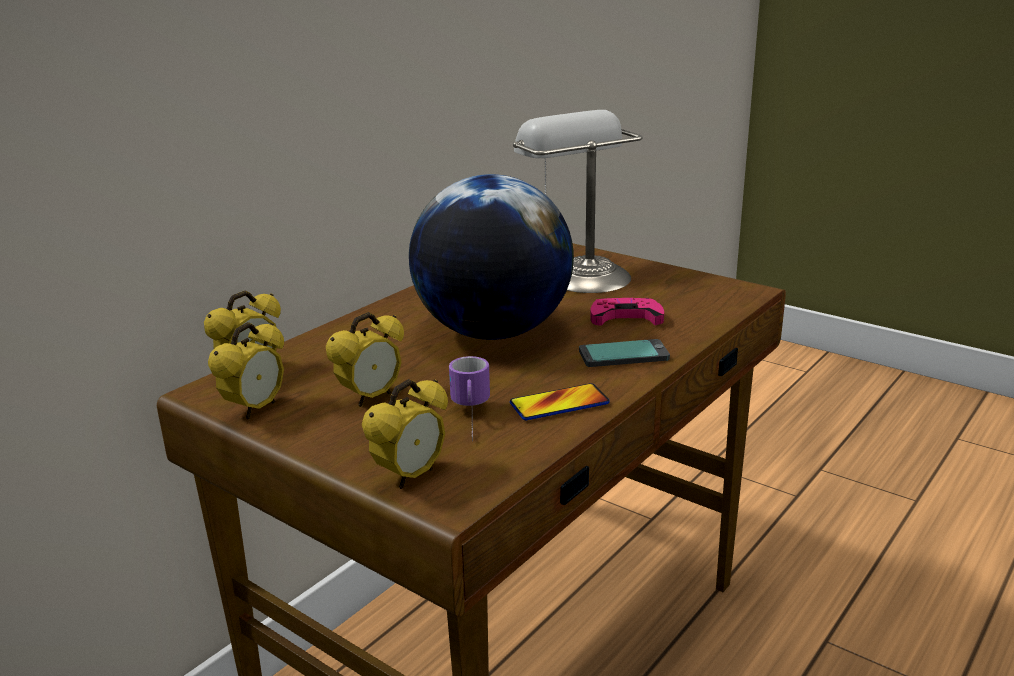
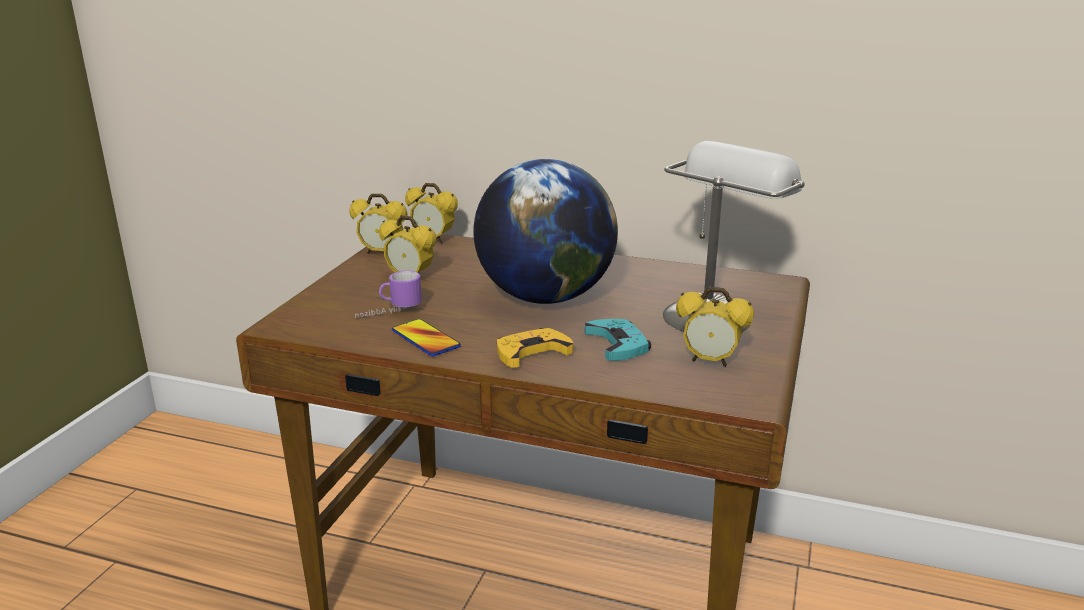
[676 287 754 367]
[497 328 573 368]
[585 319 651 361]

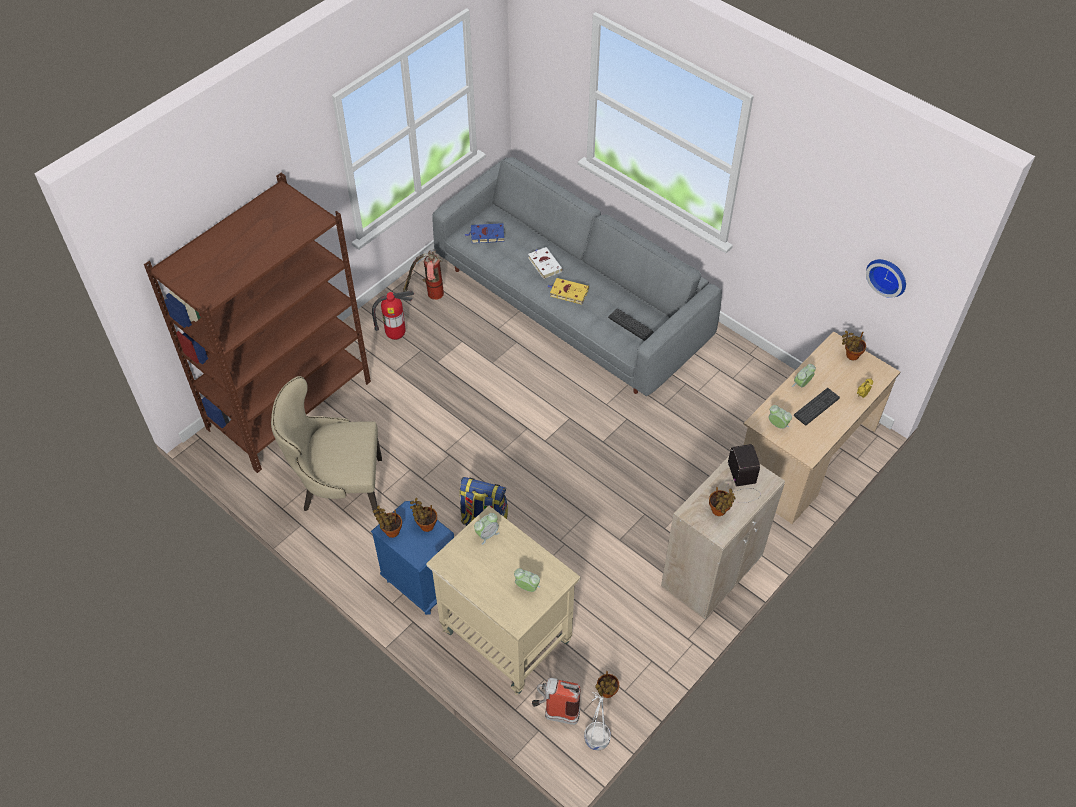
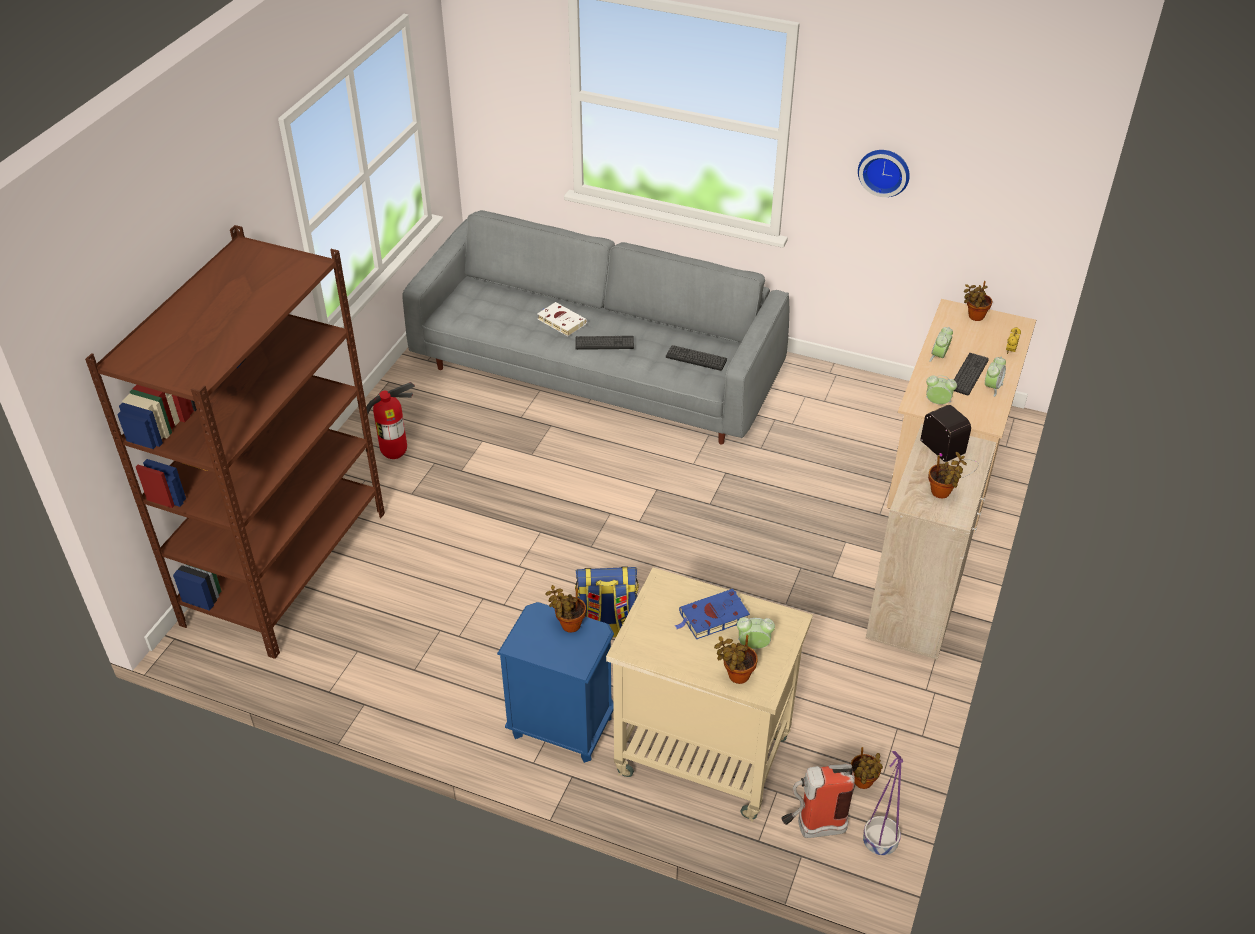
[271 376 382 515] (first image)
[403 249 444 300] (first image)
[714 634 758 684]
[675 589 750 639]
[985 357 1006 397]
[858 150 910 197]
[575 336 634 350]
[863 751 903 855]

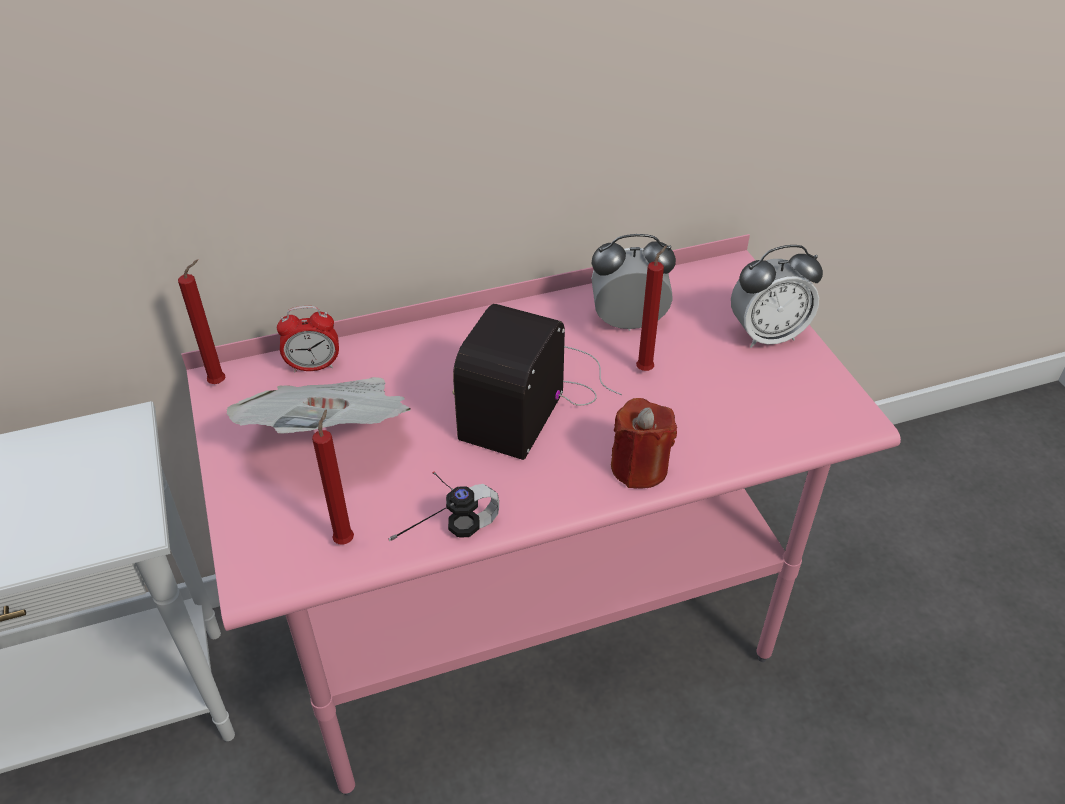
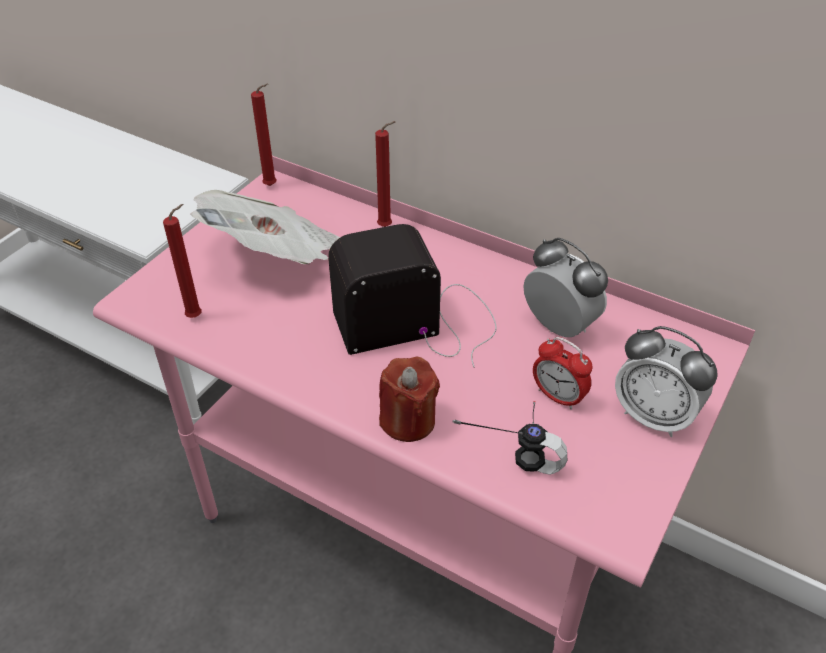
[533 337 592 410]
[453 401 567 475]
[375 121 396 227]

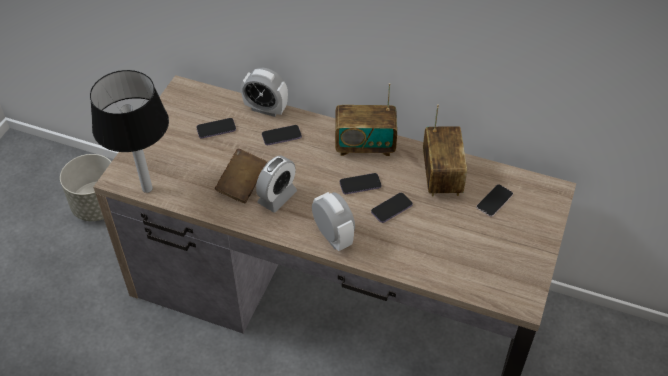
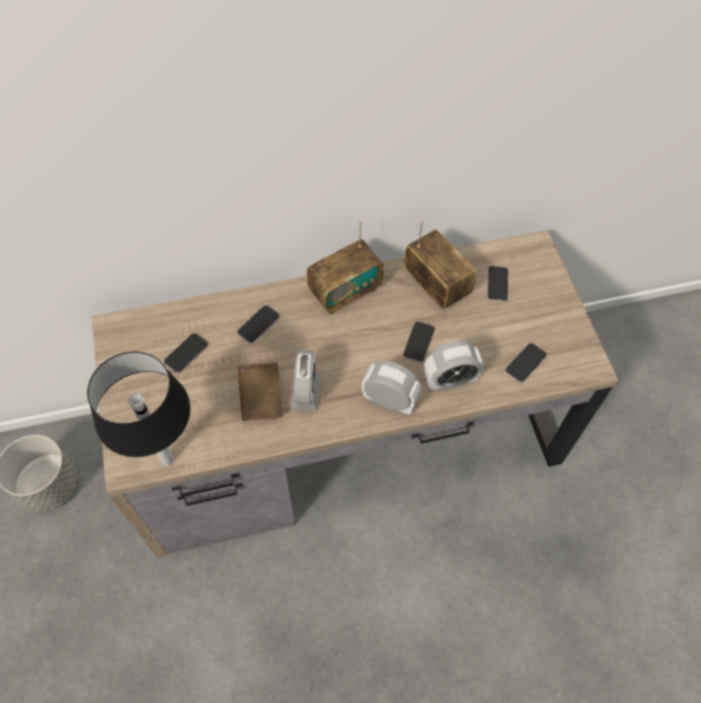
[424 341 484 391]
[505 343 547 382]

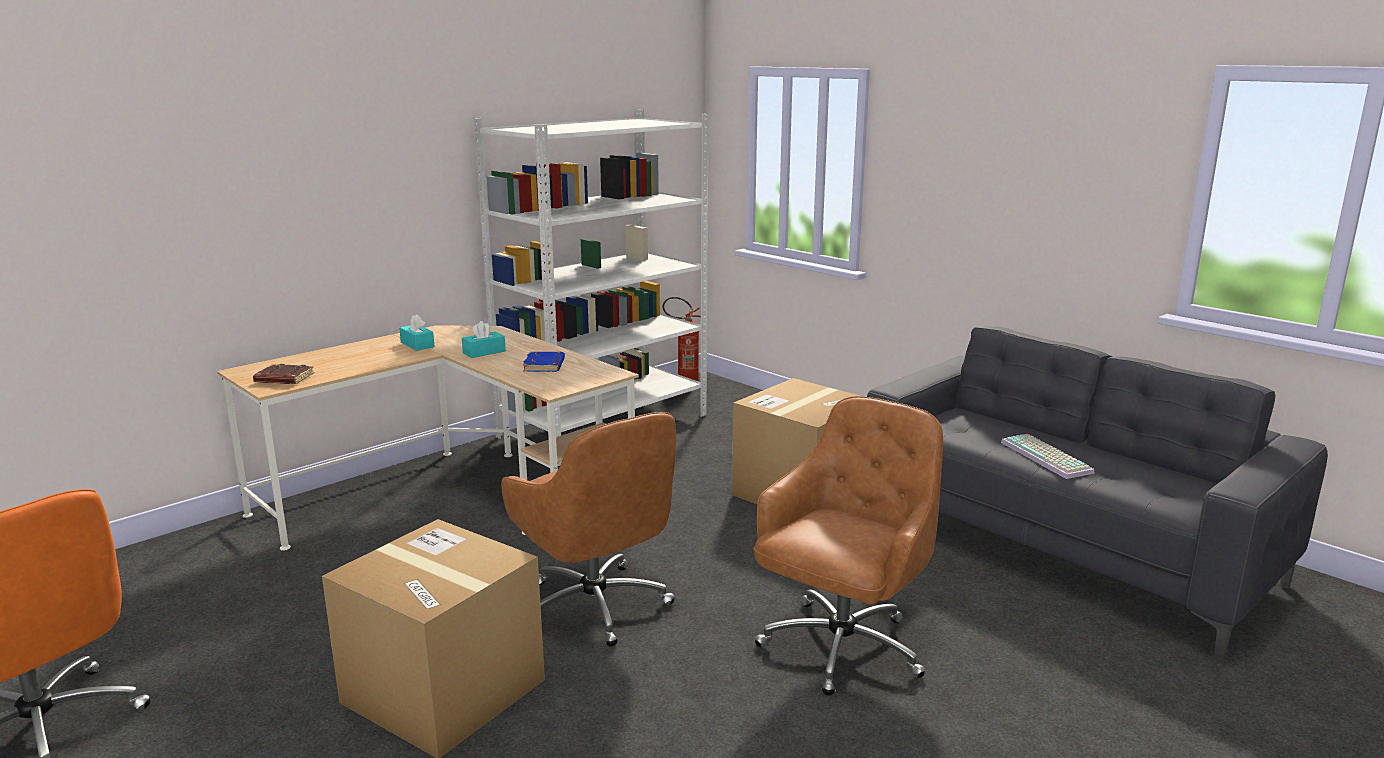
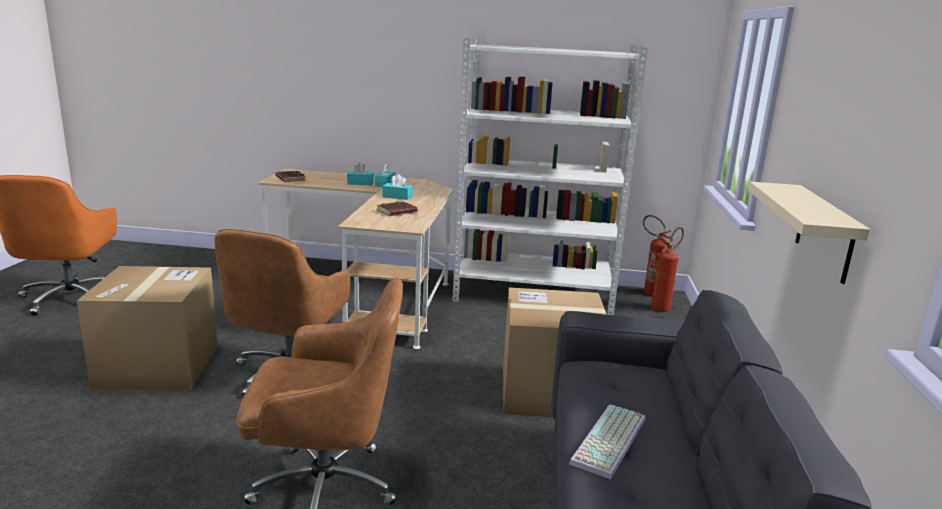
[347 162 374 185]
[651 227 684 312]
[748 182 870 284]
[377 201 417 216]

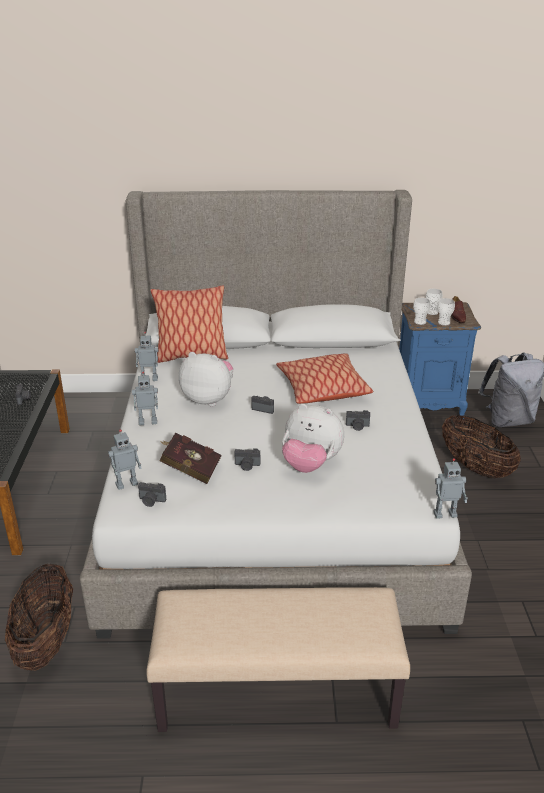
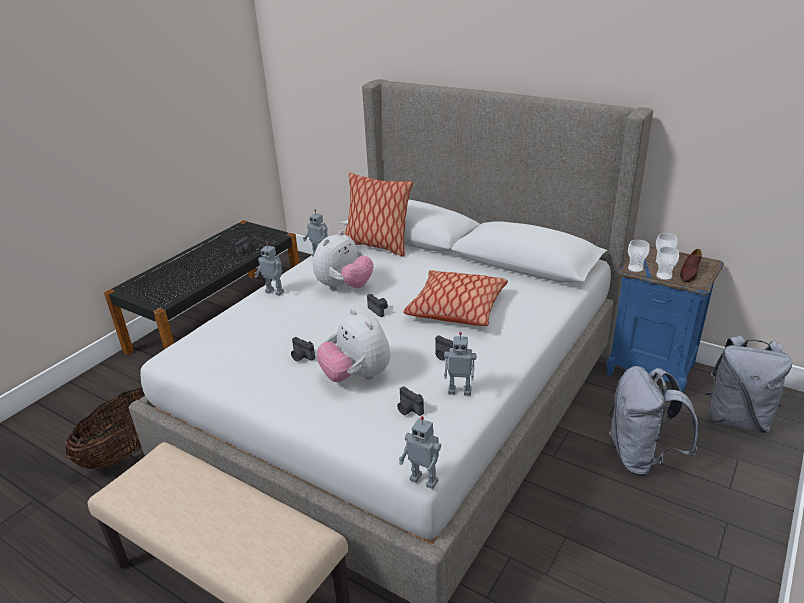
[159 432 222 484] (first image)
[444 332 476 396]
[397 387 424 416]
[609 366 699 476]
[313 230 373 290]

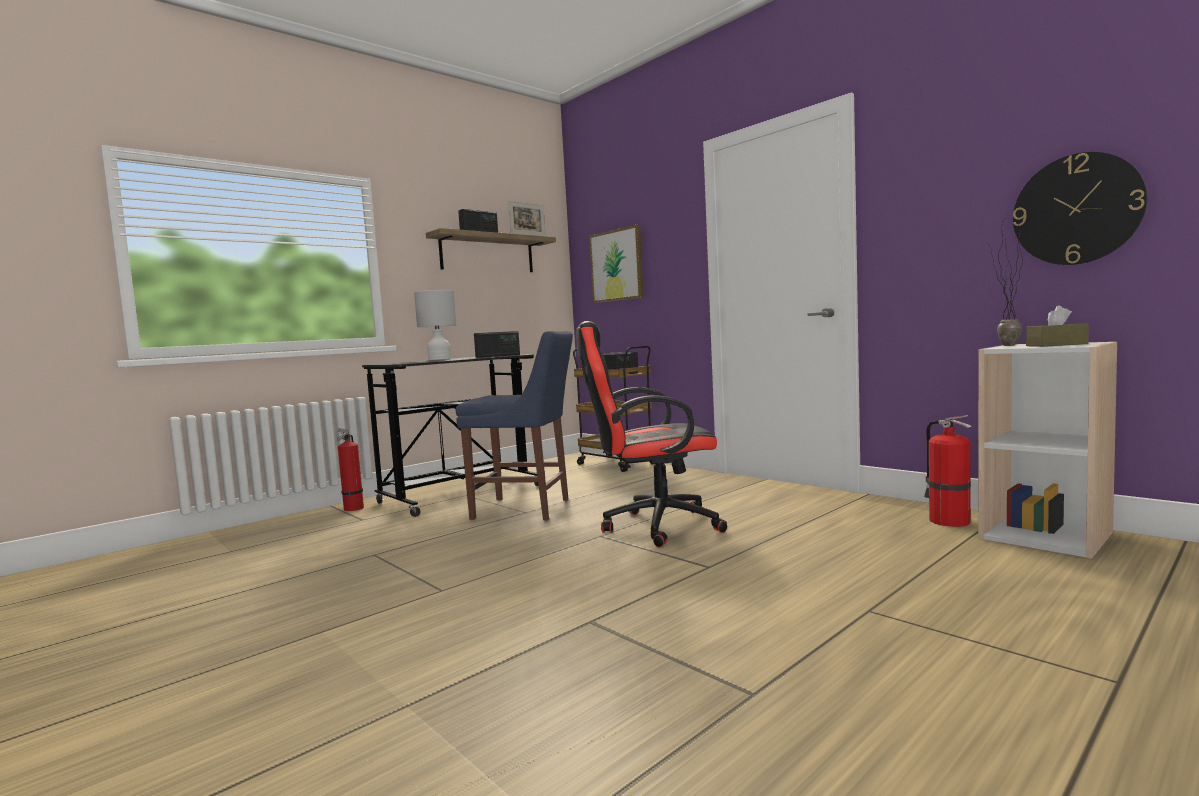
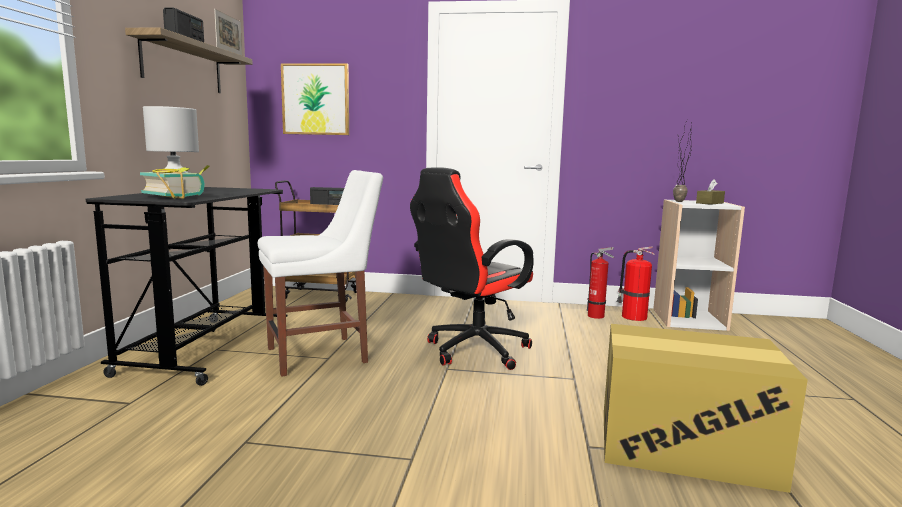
[474 331 520 358] (first image)
[1013 152 1147 265] (first image)
[140 165 210 199]
[604 324 808 493]
[587 247 614 319]
[258 170 383 377]

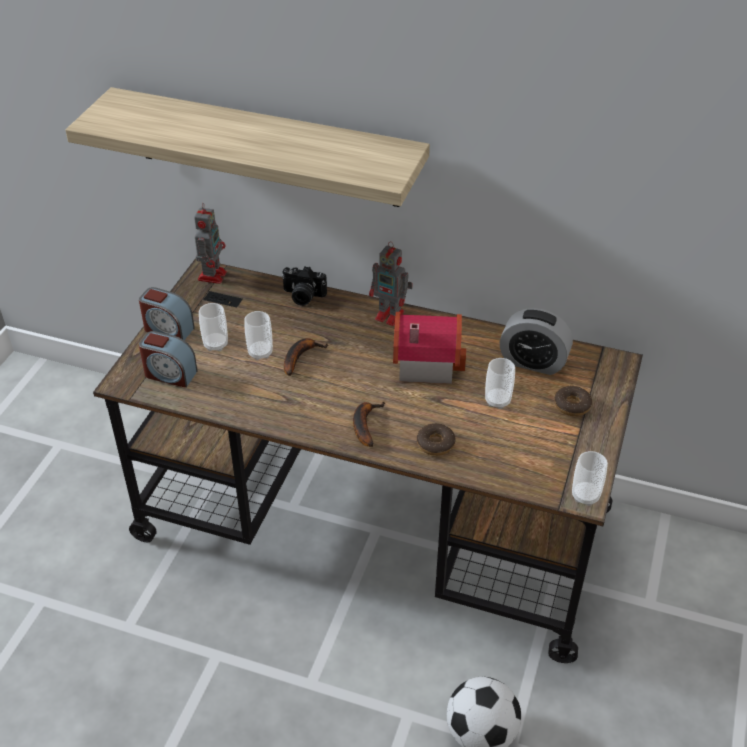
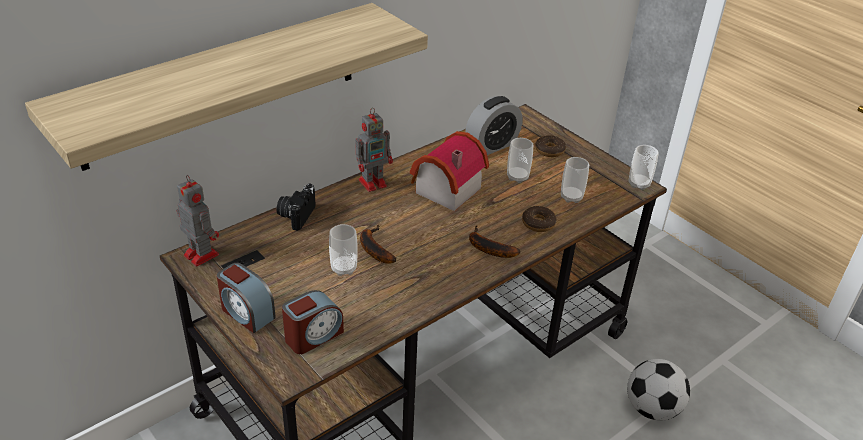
[561 157 589 203]
[217 263 276 333]
[277 184 316 231]

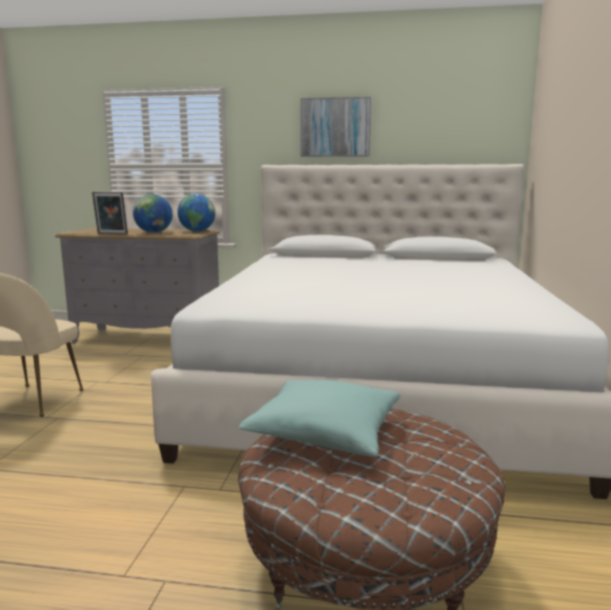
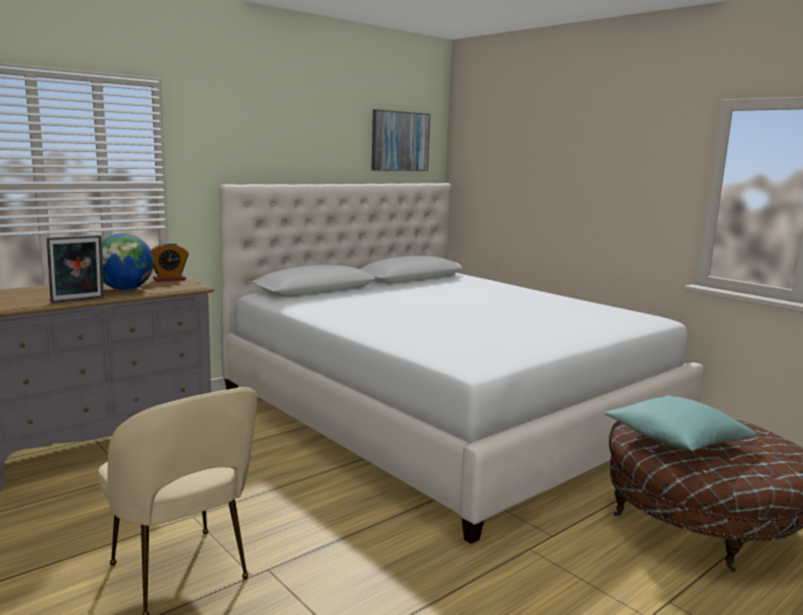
[372 109 430 171]
[151 242 189 282]

